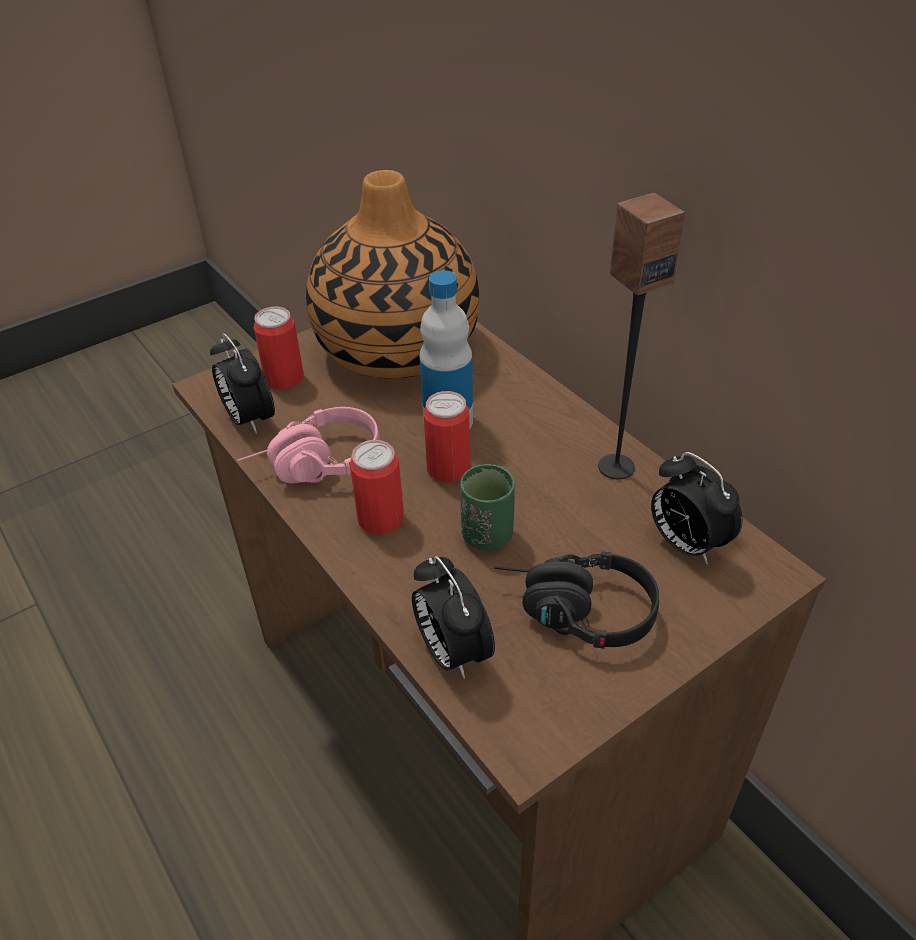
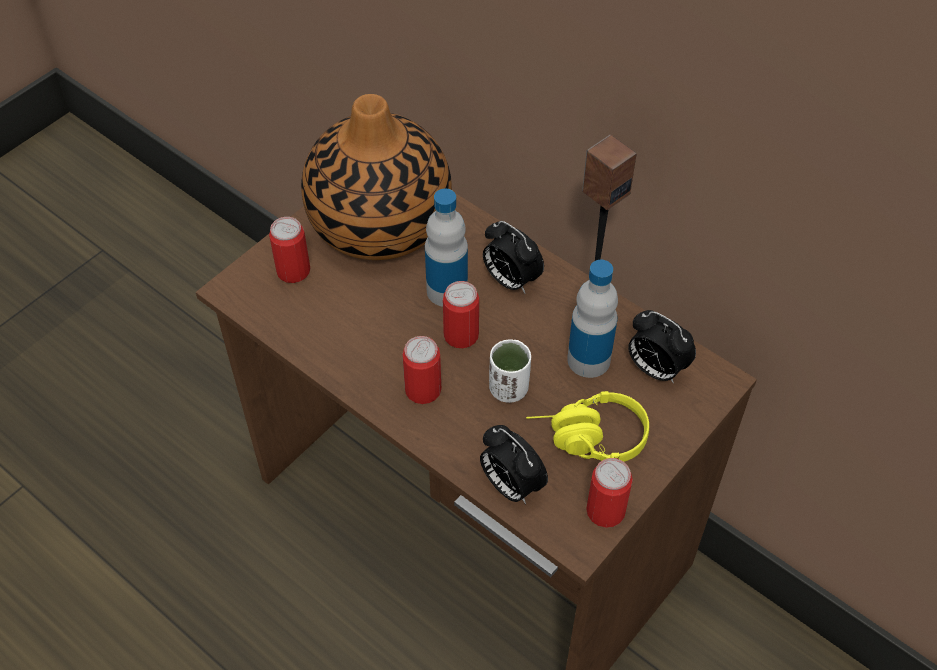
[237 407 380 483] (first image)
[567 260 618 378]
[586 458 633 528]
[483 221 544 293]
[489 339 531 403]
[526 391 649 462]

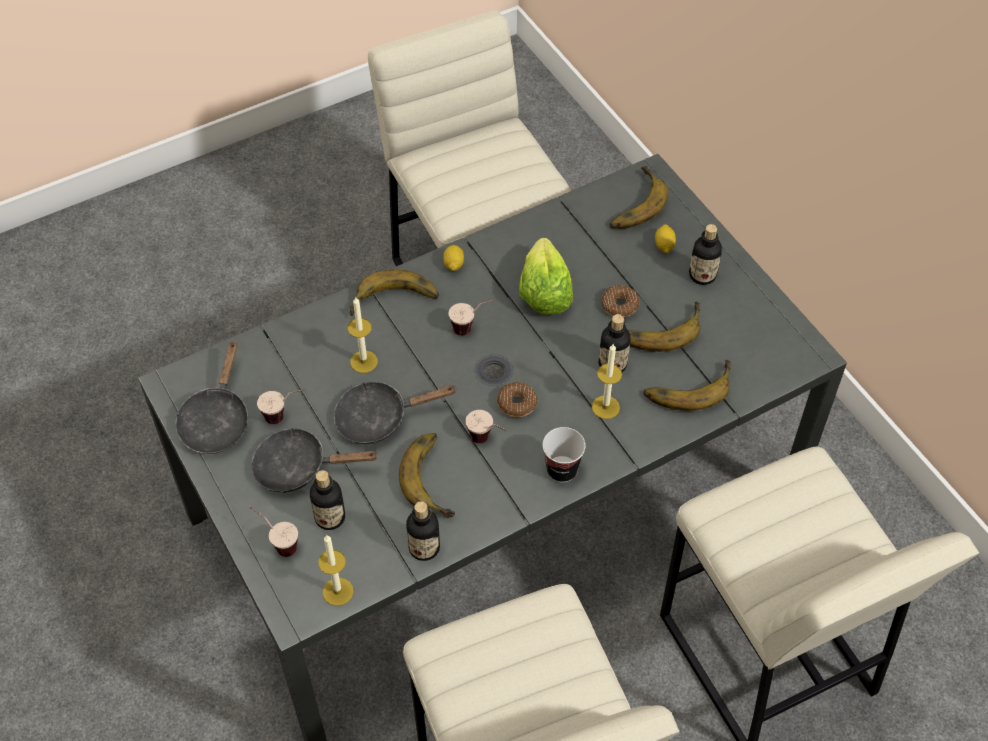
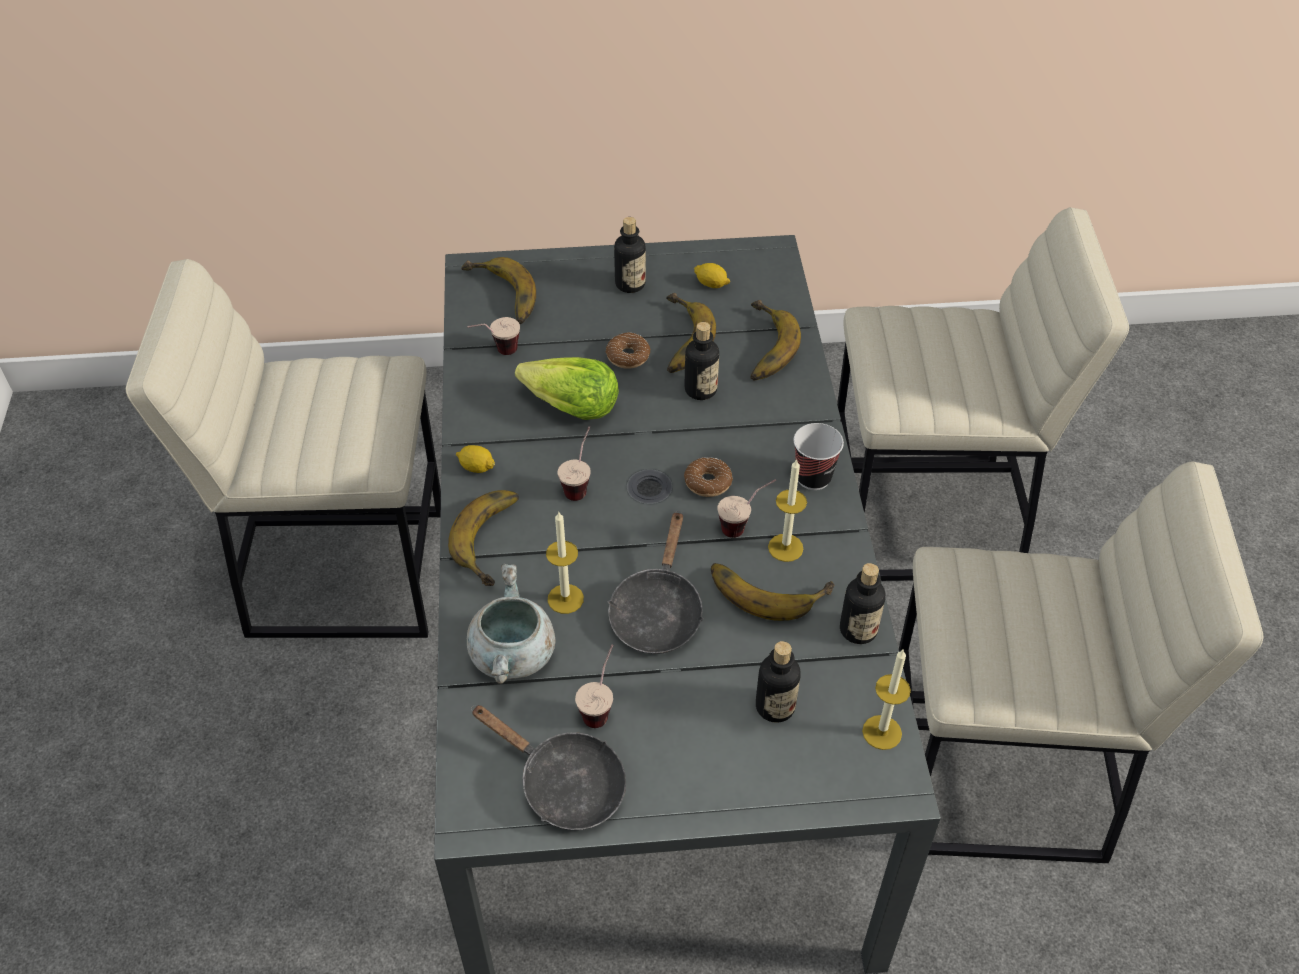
[251 427 379 493] (first image)
[467 564 556 684]
[467 317 520 355]
[768 459 807 562]
[694 263 730 288]

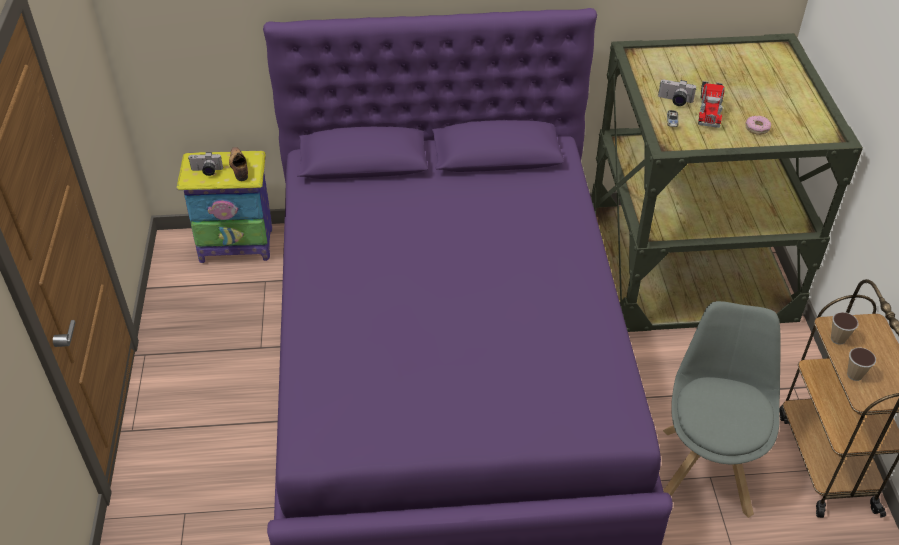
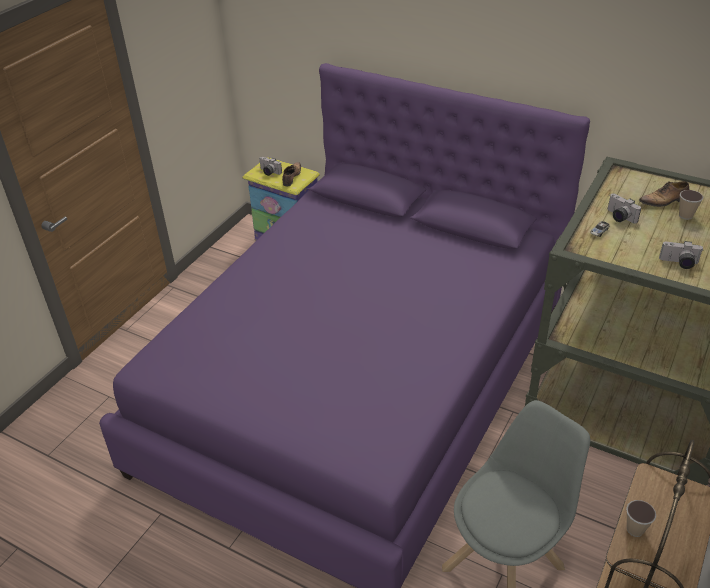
[698 81 724 128] (first image)
[639 181 689 207]
[679 190 703 220]
[659 241 703 269]

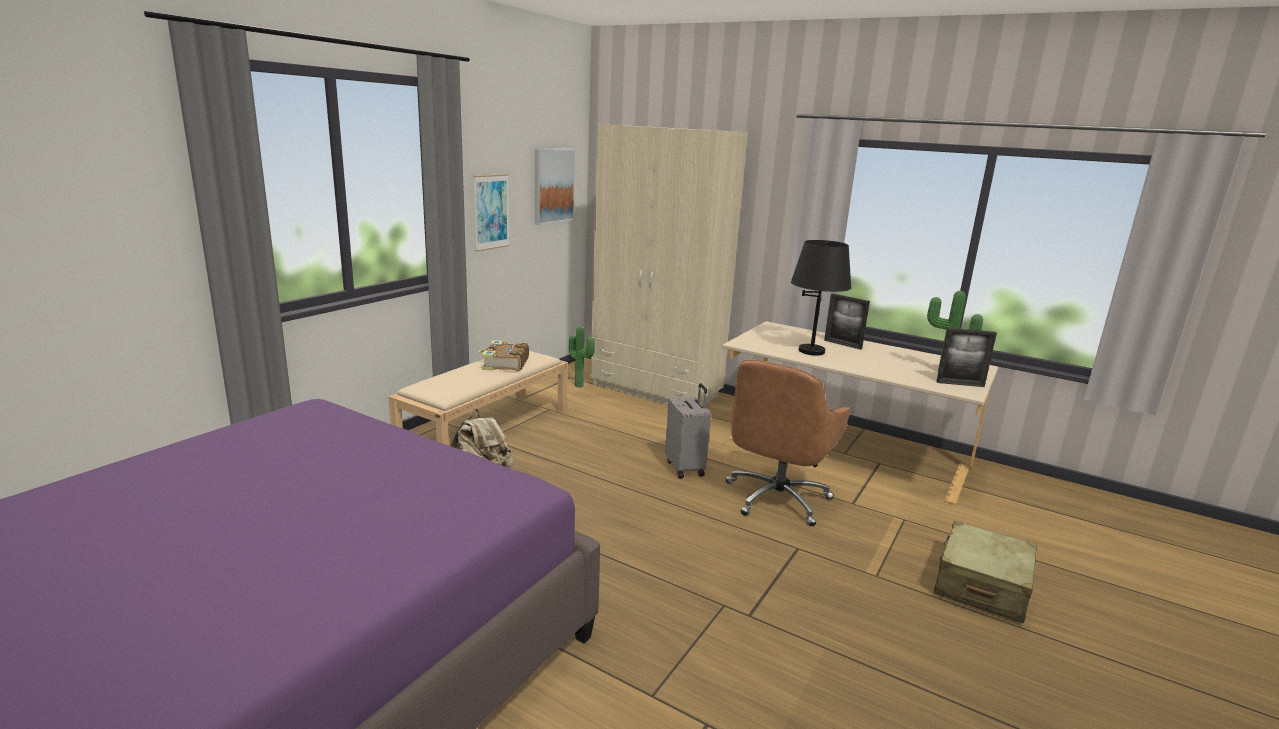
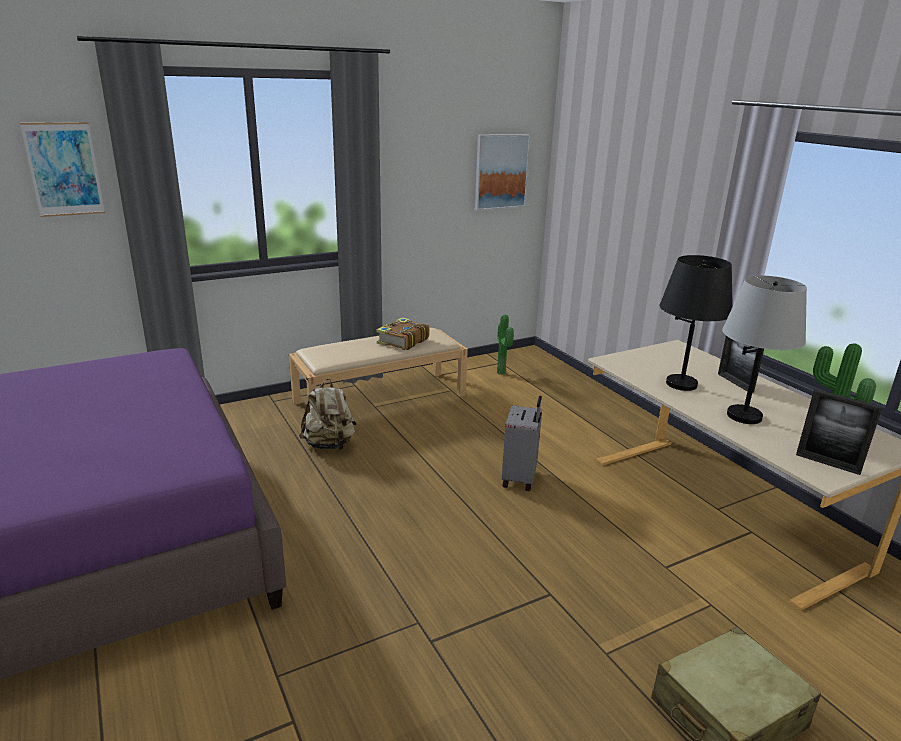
[590 124 748 407] (first image)
[726 359 851 526] (first image)
[722 275 807 424]
[20 122 105 217]

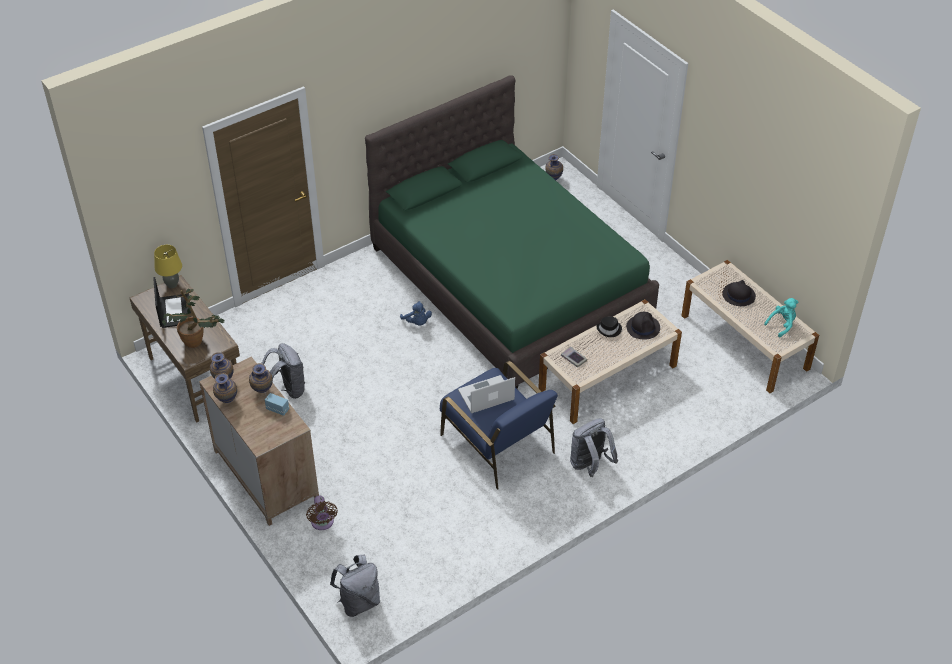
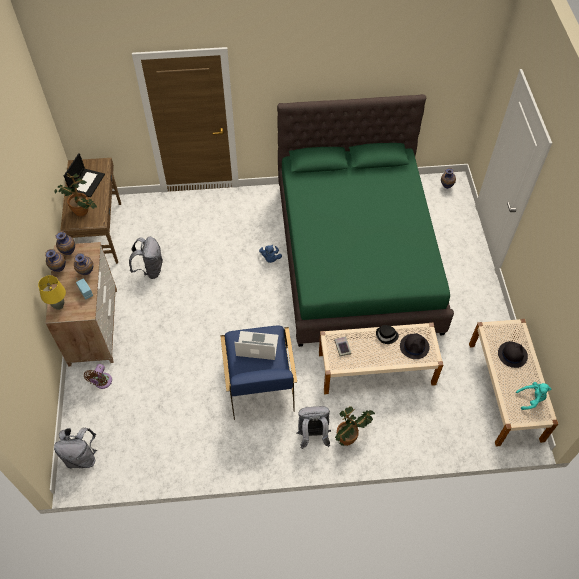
[335 406 375 446]
[38 275 66 310]

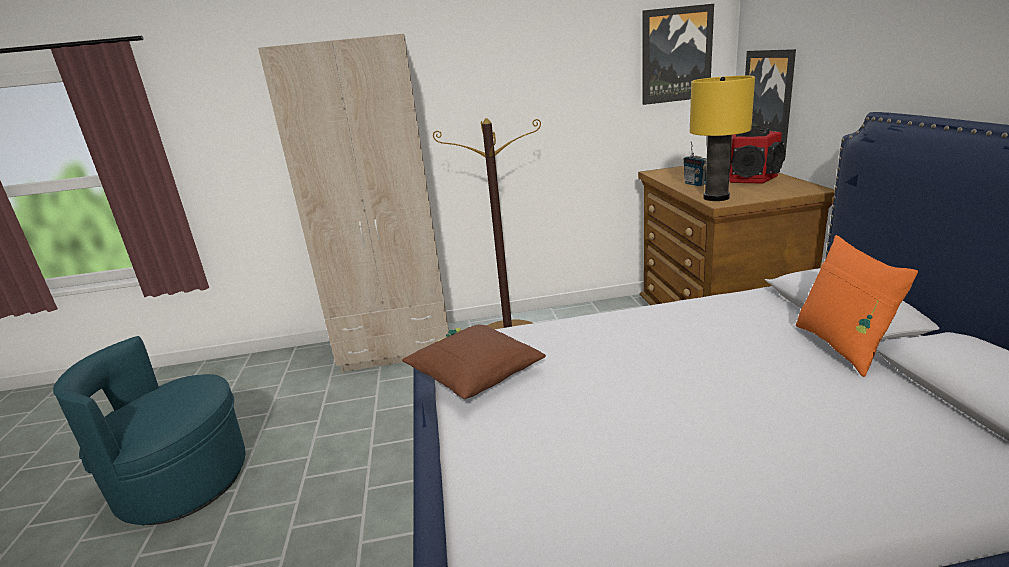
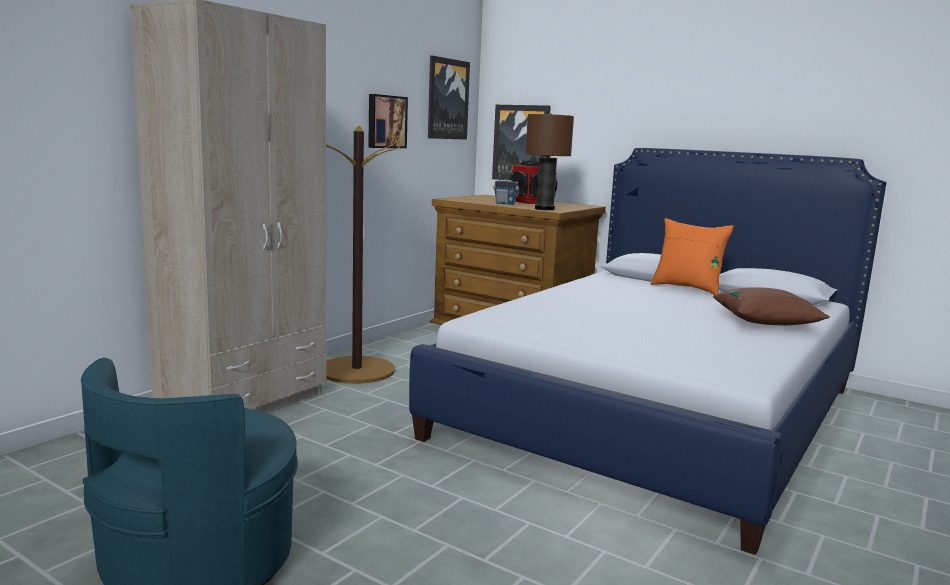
[368 94 408 148]
[713 287 830 325]
[526 114 574 210]

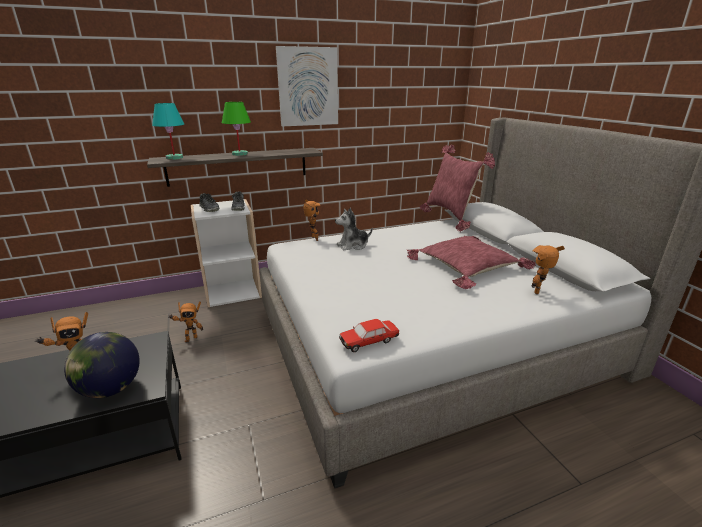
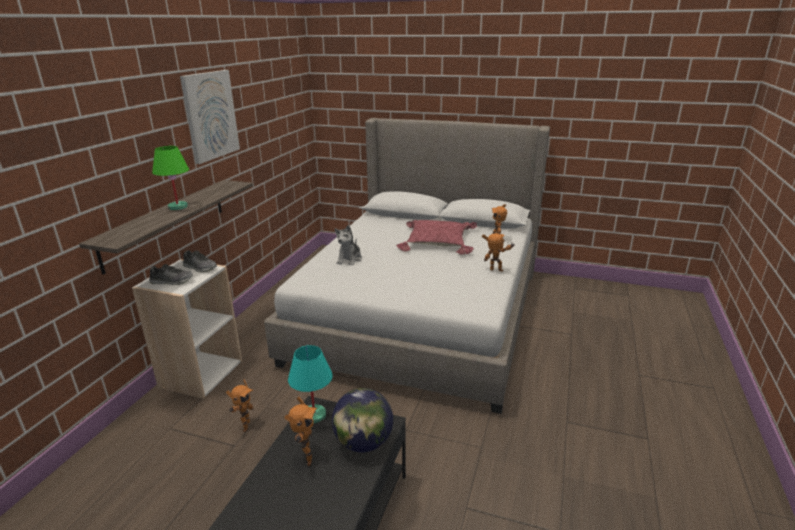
[339 319 399 352] (first image)
[419 144 495 231] (first image)
[288 345 333 423]
[482 233 514 272]

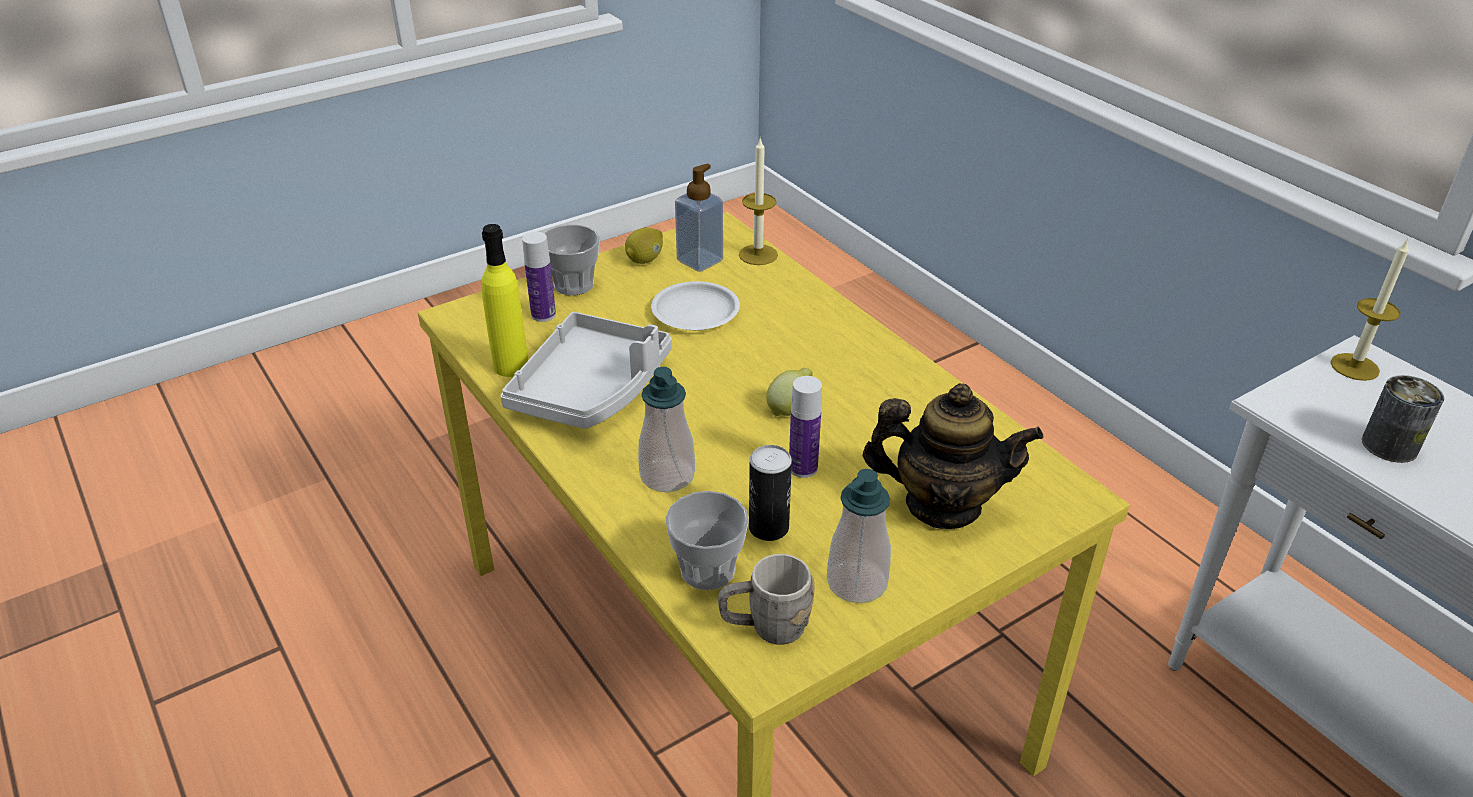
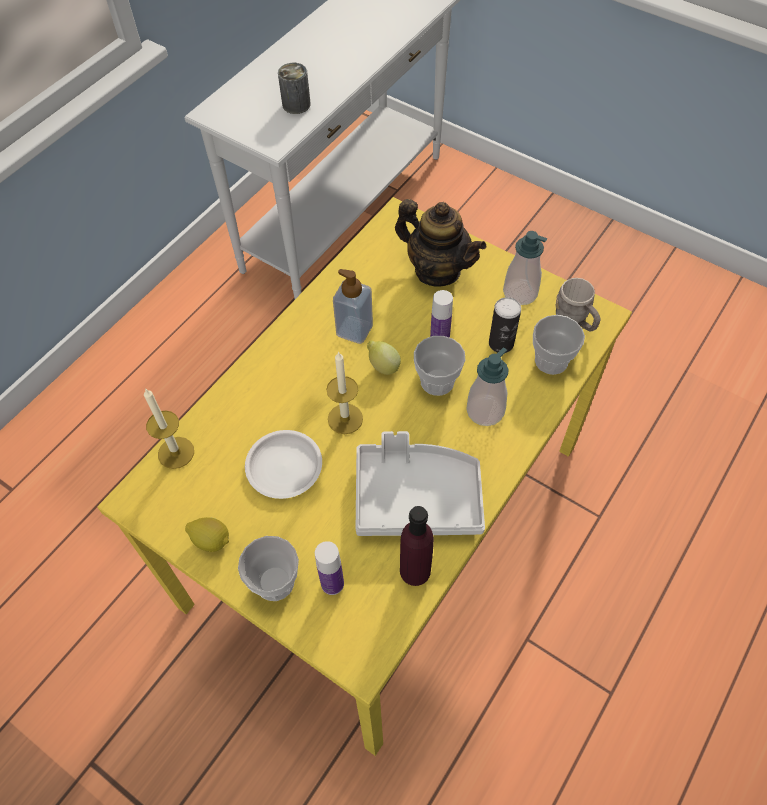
[414 336 465 396]
[333 269 373 344]
[326 351 363 434]
[400 506 434 586]
[395 199 486 287]

